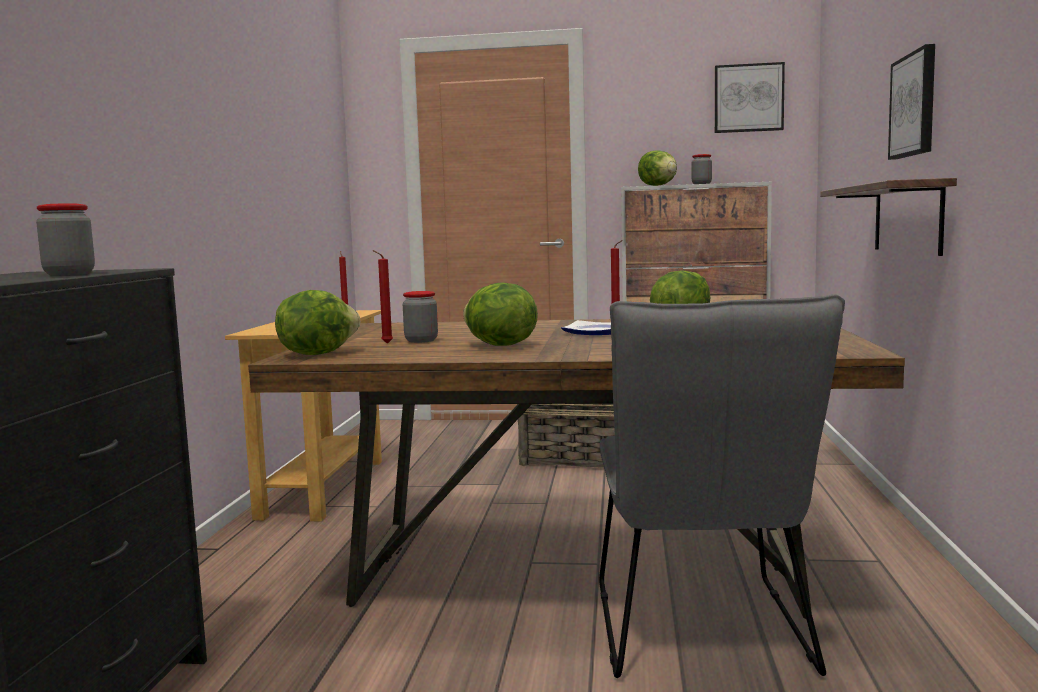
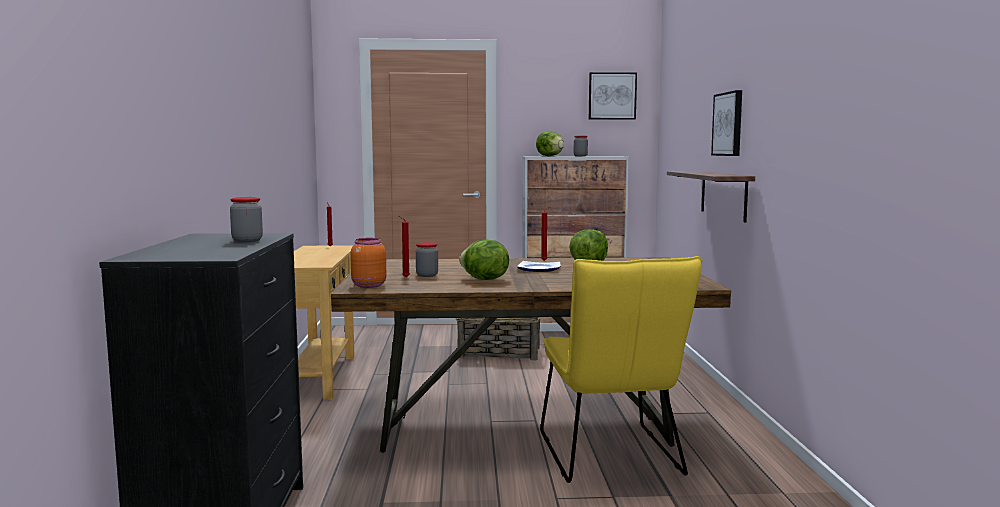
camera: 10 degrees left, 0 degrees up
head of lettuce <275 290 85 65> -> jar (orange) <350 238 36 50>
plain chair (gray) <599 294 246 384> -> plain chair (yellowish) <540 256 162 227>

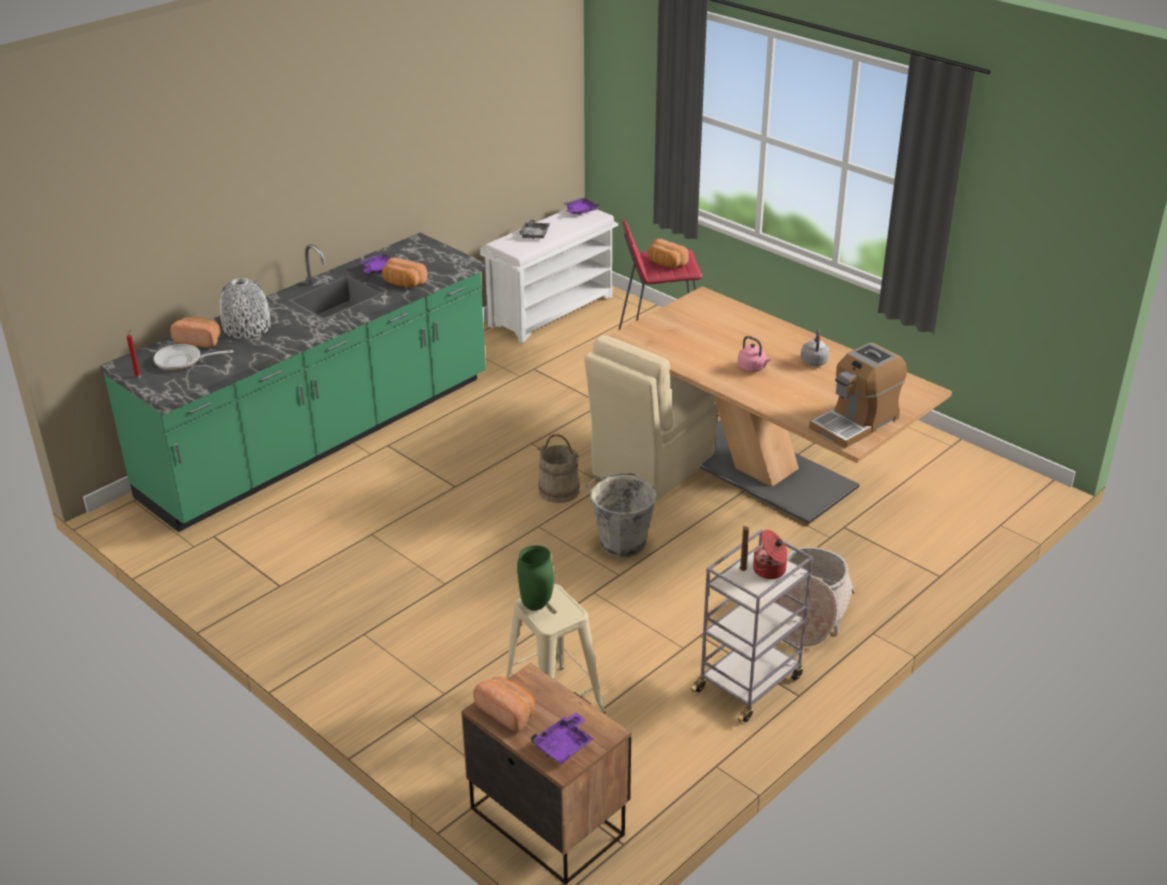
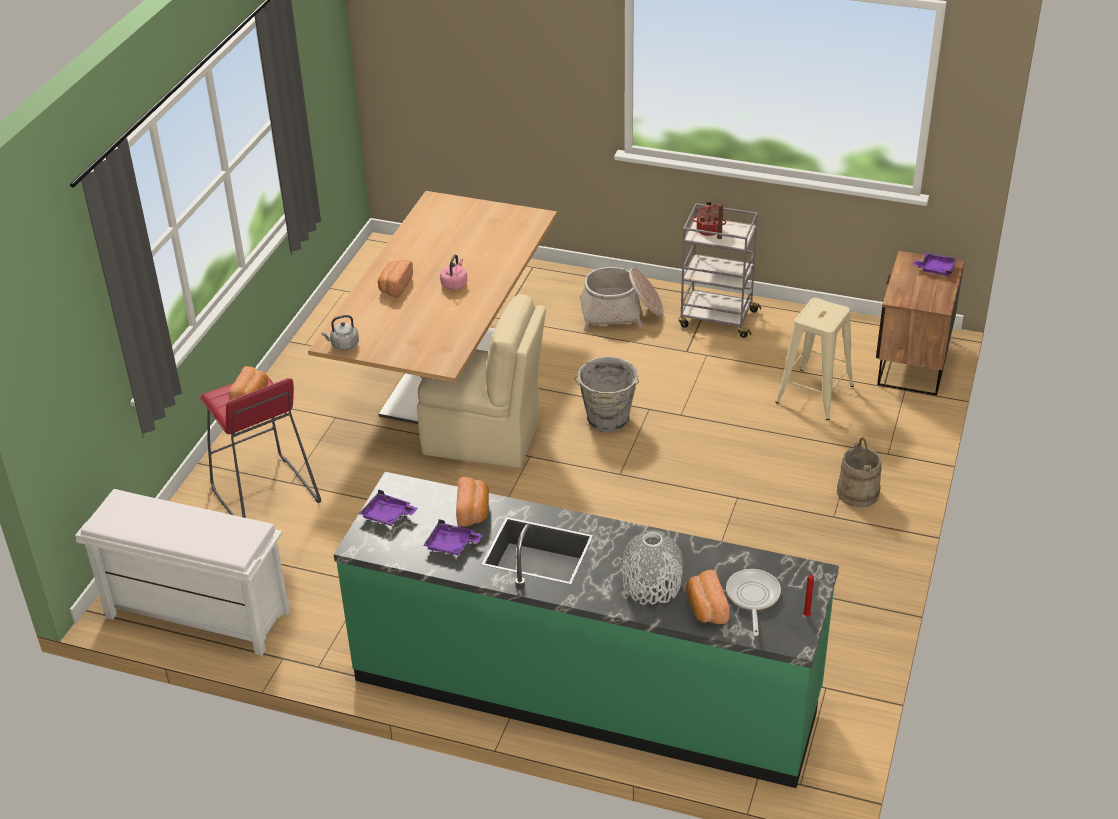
camera: 115 degrees left, 5 degrees up
tea kettle (gray) <800 329 30 37> -> tea kettle (gray) <321 315 38 35>, move
carrying tray (purple-coloured) <563 197 36 18> -> carrying tray (purple-coloured) <359 489 59 37>, move
bakery bread <473 676 62 55> -> bakery bread <378 260 35 38>, move
frying pan <154 344 79 26> -> frying pan <726 569 55 67>, 150 degrees counterclockwise
water bucket (sand-coloured) <538 434 42 69> -> water bucket (sand-coloured) <837 437 45 70>, move
vase (green) <517 545 37 66> -> none
carrying tray (gray) <519 219 31 20> -> none
coffee maker <809 343 98 105> -> none

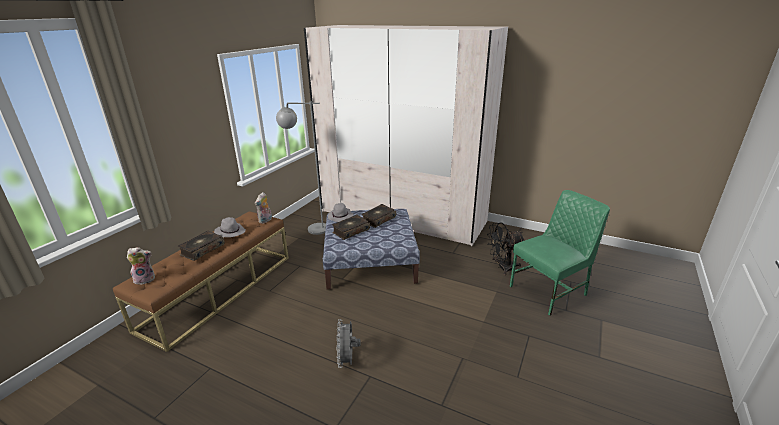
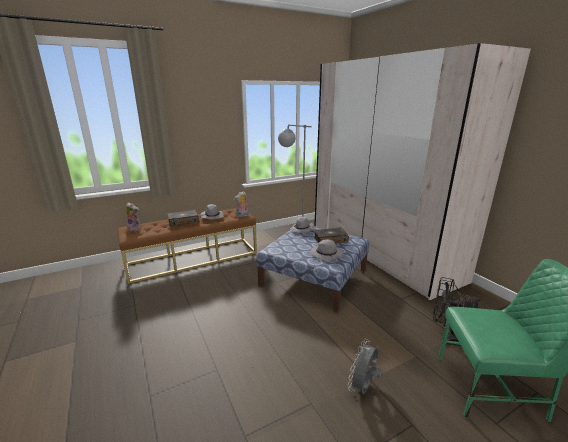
camera: 35 degrees right, 5 degrees down
none -> hat (gray) <311 239 32 22>
cooling fan (gray) <336 319 25 49> -> cooling fan (gray) <348 339 35 55>, move
volume <332 215 38 25> -> none

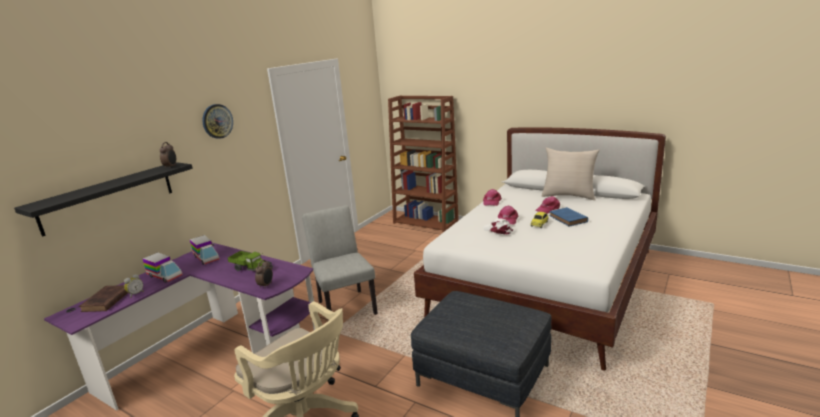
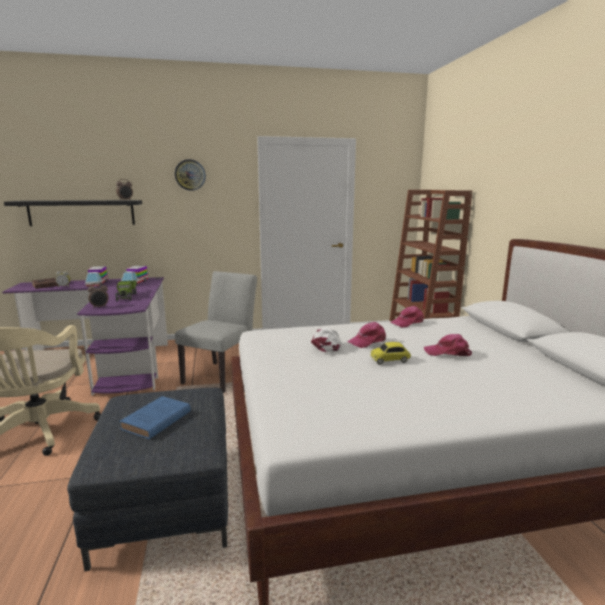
camera: 45 degrees right, 5 degrees down
volume (bluish) <550 208 38 18> -> volume (bluish) <119 396 72 43>, move
cushion (sand-coloured) <542 148 58 52> -> none

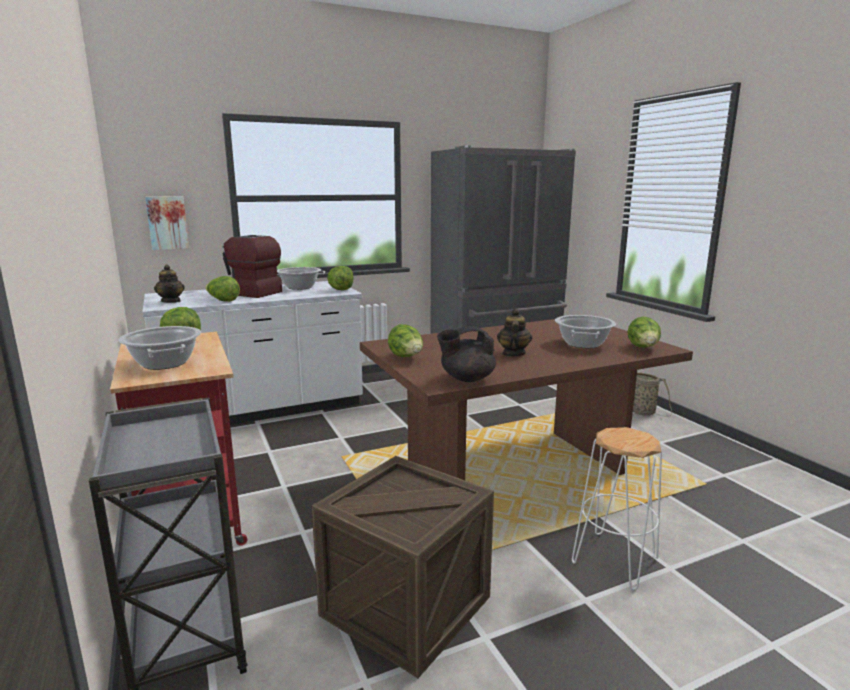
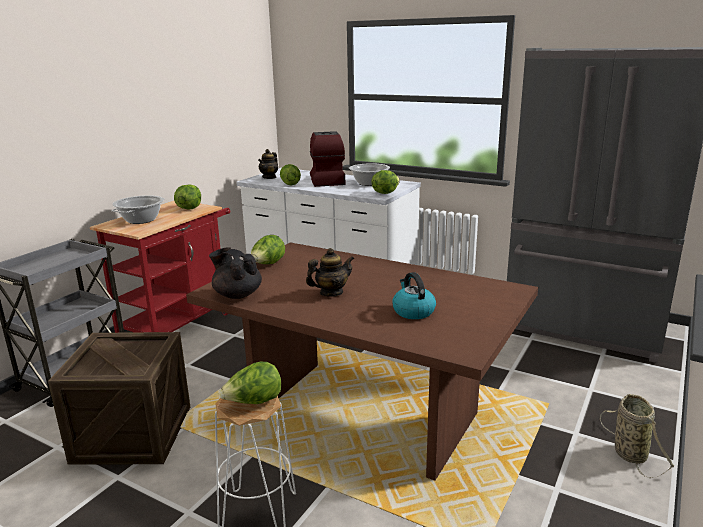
camera: 55 degrees right, 5 degrees up
head of lettuce <627 317 34 31> -> head of lettuce <219 362 62 42>, move
stockpot <555 315 61 33> -> tea kettle <392 272 44 47>
wall picture <145 196 44 54> -> none

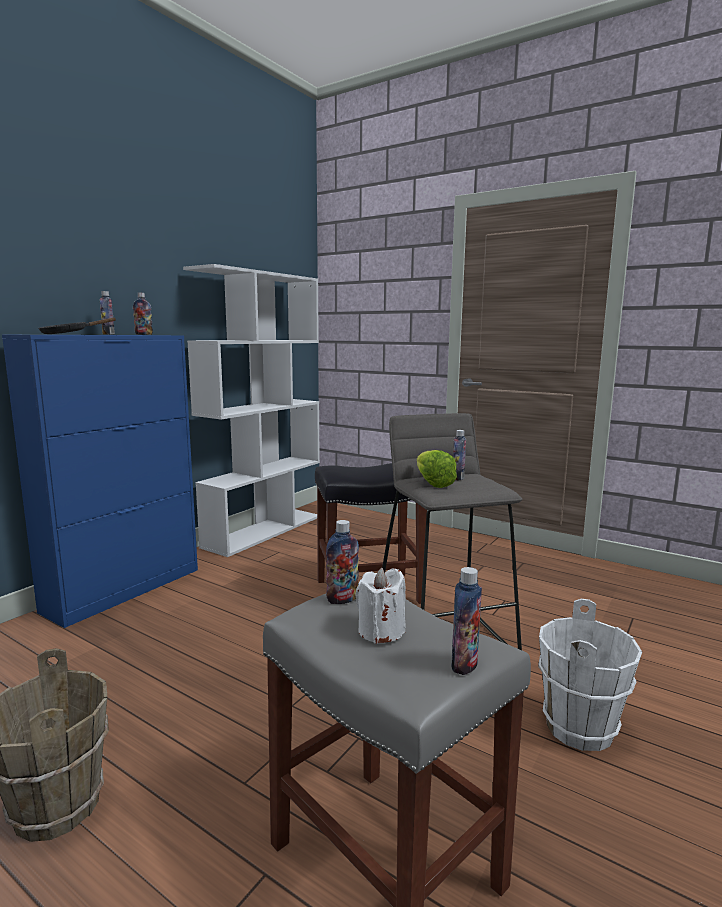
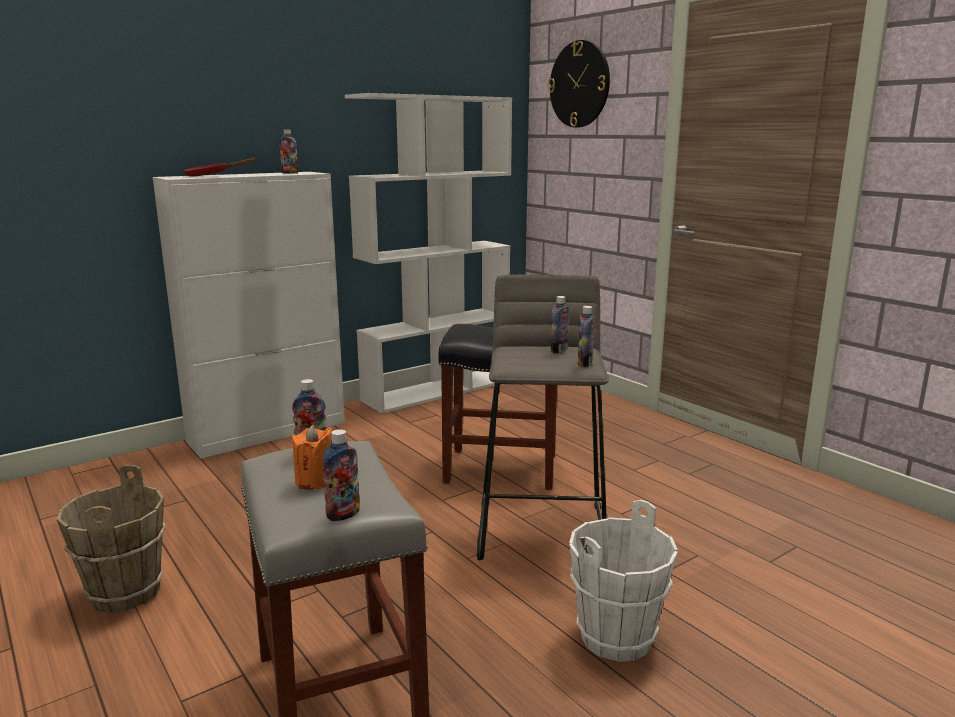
camera: 20 degrees right, 5 degrees up
cupboard (bluish) <2 335 196 293> -> cupboard (white) <153 172 192 287>
frying pan (blackish) <38 318 78 16> -> frying pan (red-coloured) <183 157 74 20>
candle (white) <355 568 51 76> -> candle (orange) <292 424 41 65>
none -> wall clock <548 40 62 88>
beverage bottle <100 291 15 44> -> beverage bottle <578 306 16 61>, move
head of lettuce <417 450 40 38> -> none

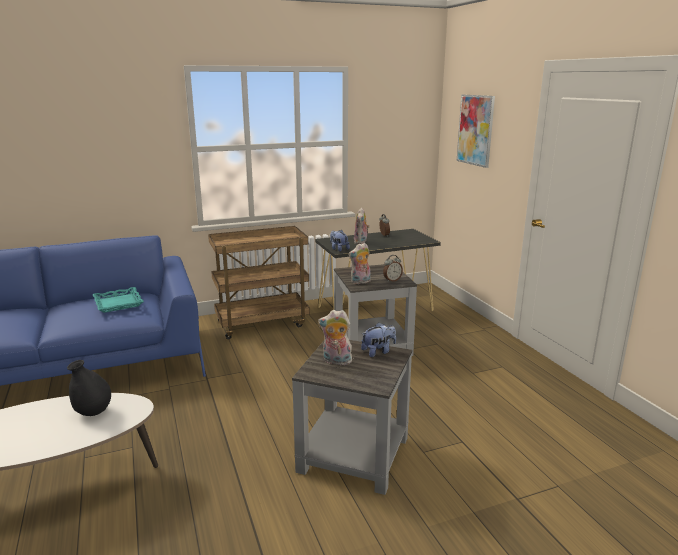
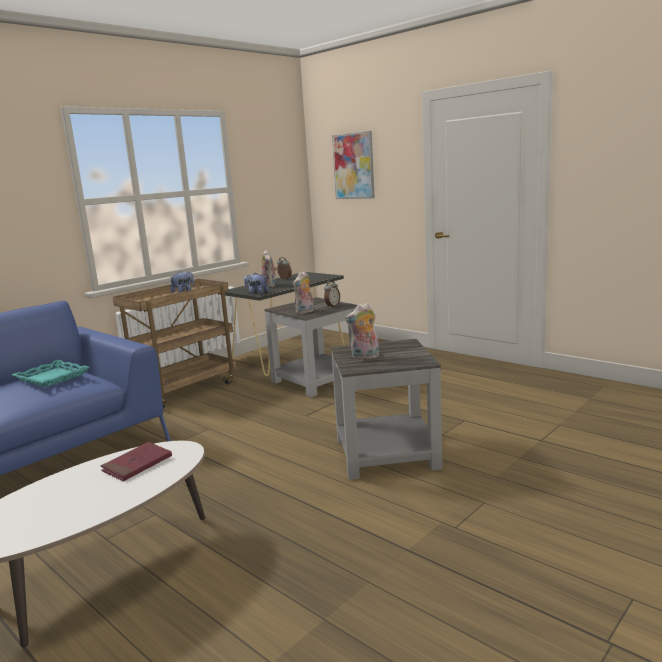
camera: 25 degrees left, 5 degrees down
vase (blackish) <67 360 44 56> -> volume (red-coloured) <101 442 71 39>
soft toy <361 322 35 35> -> soft toy <170 271 25 22>, move

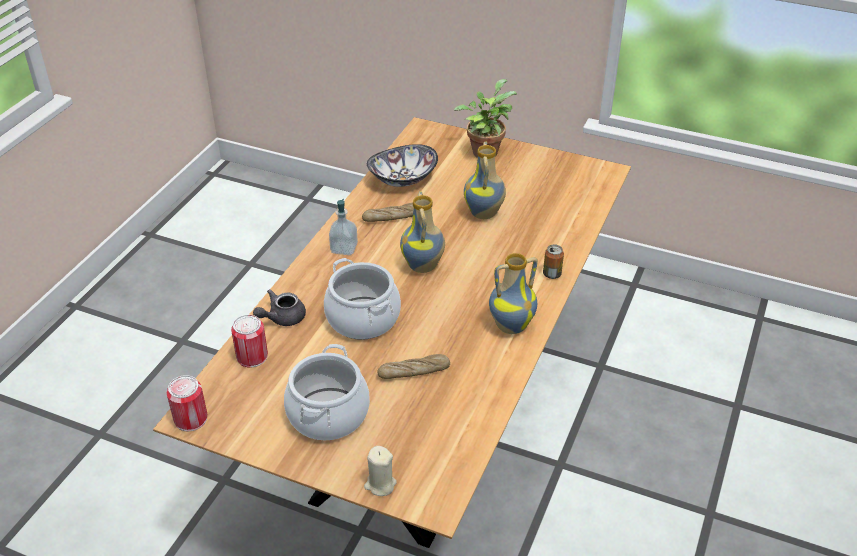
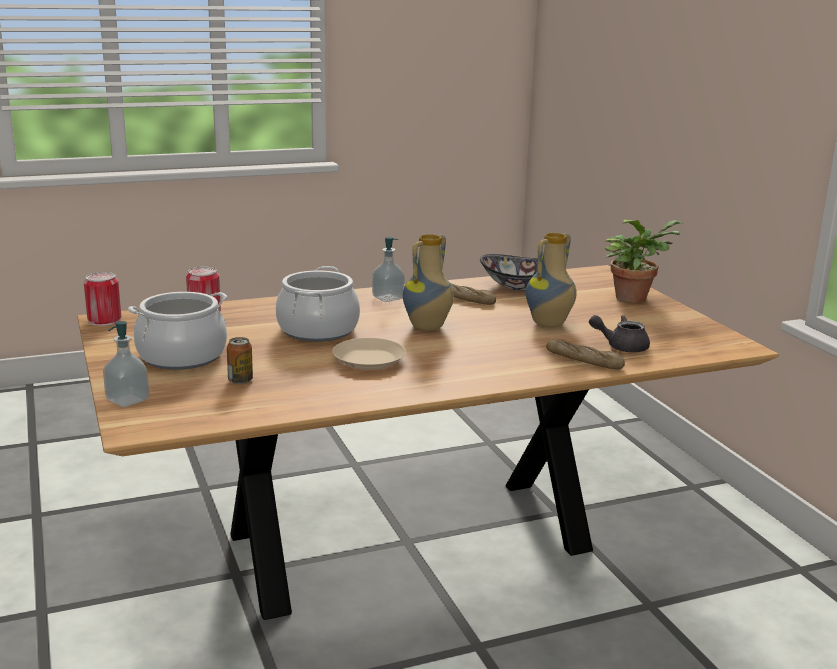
camera: 45 degrees right, 20 degrees down
candle (sand-coloured) <364 446 33 50> -> soap dispenser <103 321 46 86>
can <543 244 21 35> -> can <227 337 26 47>, move
none -> flat dish (sand-coloured) <332 338 74 32>
bakery bread <377 354 73 25> -> bakery bread <546 339 79 30>, move
teapot (gray) <253 289 53 37> -> teapot (gray) <589 315 61 38>, move
vase <489 253 49 81> -> none

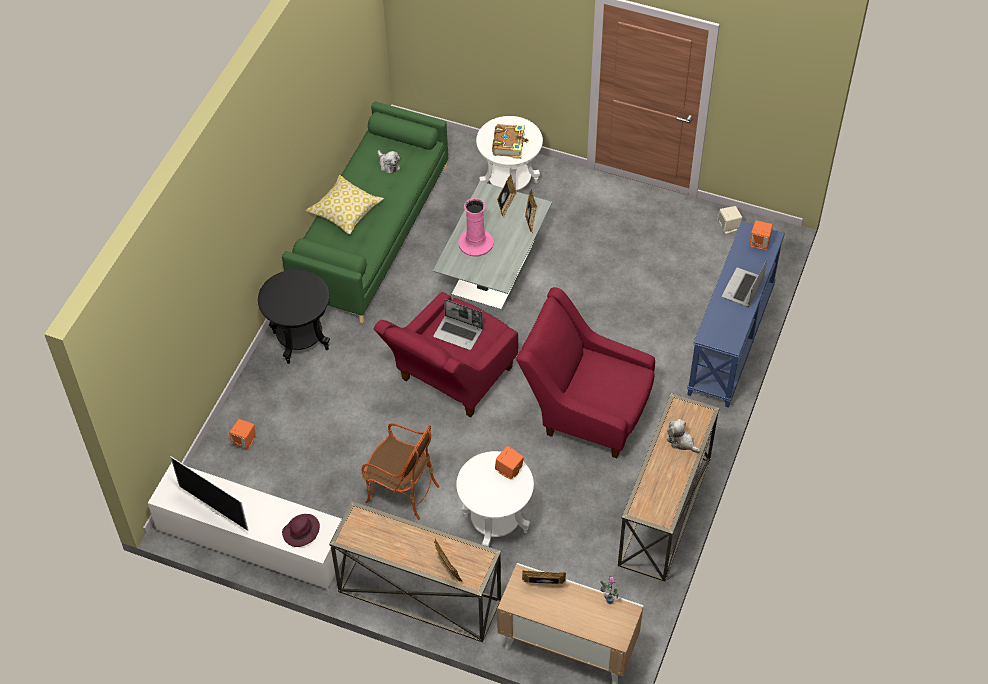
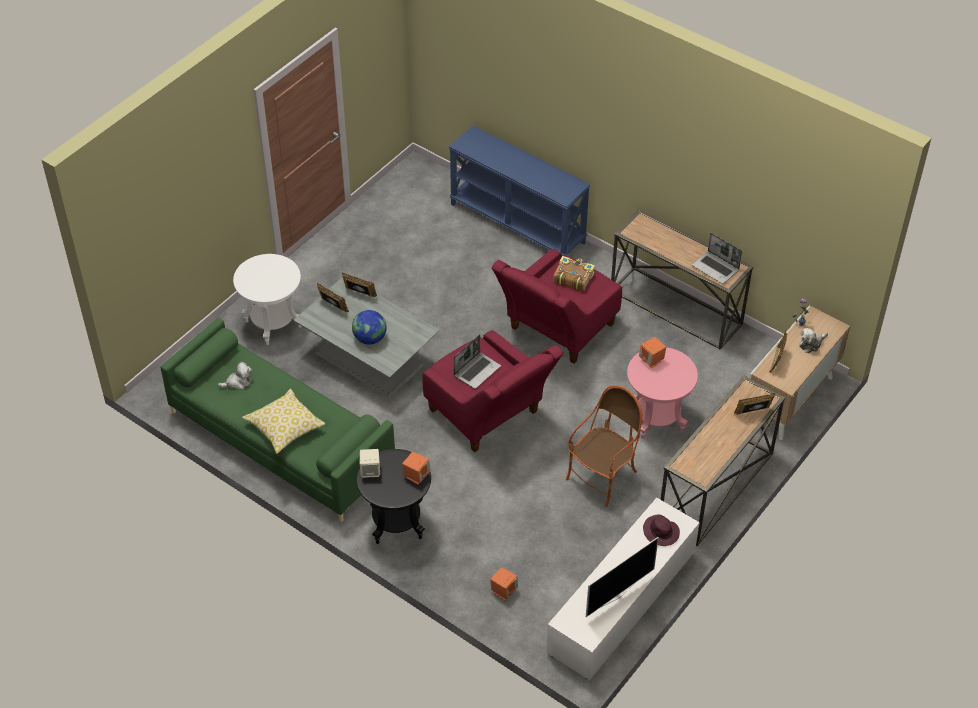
camera: 75 degrees left, 5 degrees down
vase (pink-coloured) <458 198 36 58> -> world globe <352 310 35 35>
loudspeaker (sand-coloured) <717 206 25 28> -> loudspeaker (sand-coloured) <360 449 20 29>, move
loudspeaker (orange) <749 220 24 30> -> loudspeaker (orange) <402 452 28 32>, move
volume <492 124 37 35> -> volume <553 256 42 35>, move
side table (white) <456 451 78 96> -> side table (pink-coloured) <627 347 71 92>
notebook computer <722 260 45 47> -> notebook computer <692 233 50 51>, move
soft toy <667 419 33 34> -> soft toy <799 328 29 25>, move

